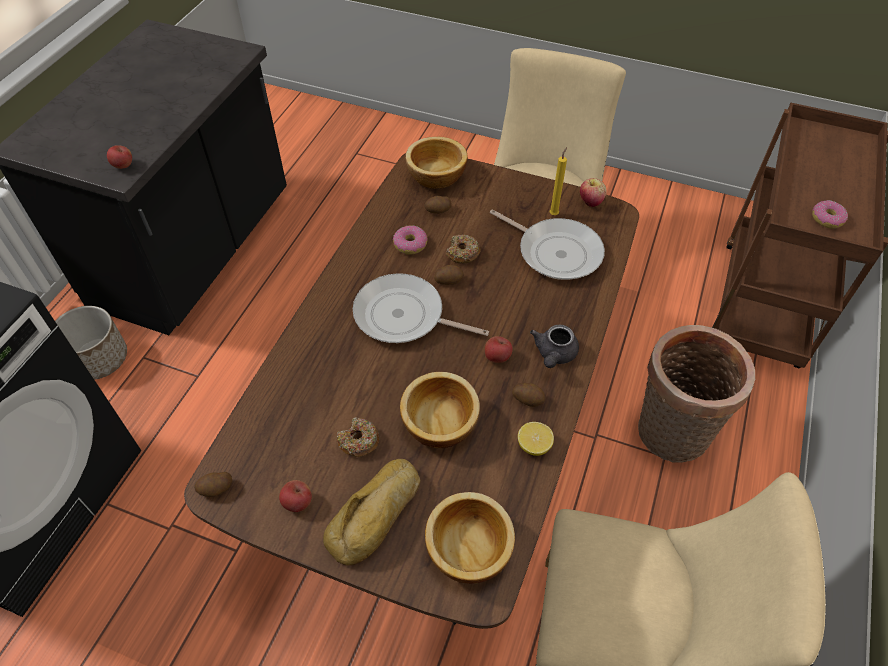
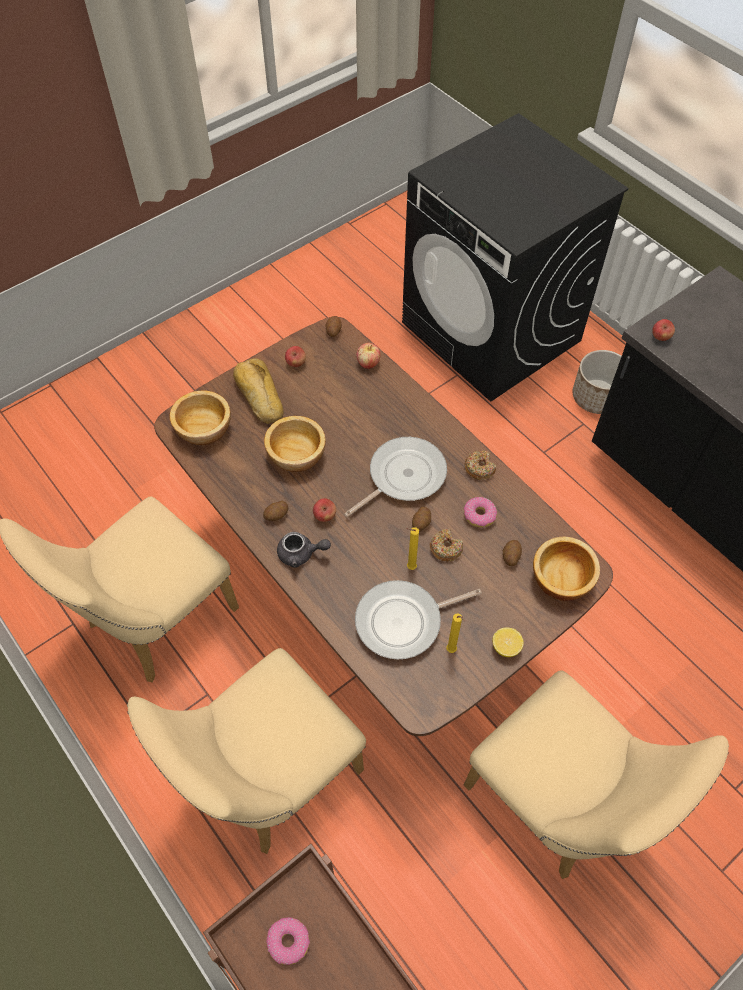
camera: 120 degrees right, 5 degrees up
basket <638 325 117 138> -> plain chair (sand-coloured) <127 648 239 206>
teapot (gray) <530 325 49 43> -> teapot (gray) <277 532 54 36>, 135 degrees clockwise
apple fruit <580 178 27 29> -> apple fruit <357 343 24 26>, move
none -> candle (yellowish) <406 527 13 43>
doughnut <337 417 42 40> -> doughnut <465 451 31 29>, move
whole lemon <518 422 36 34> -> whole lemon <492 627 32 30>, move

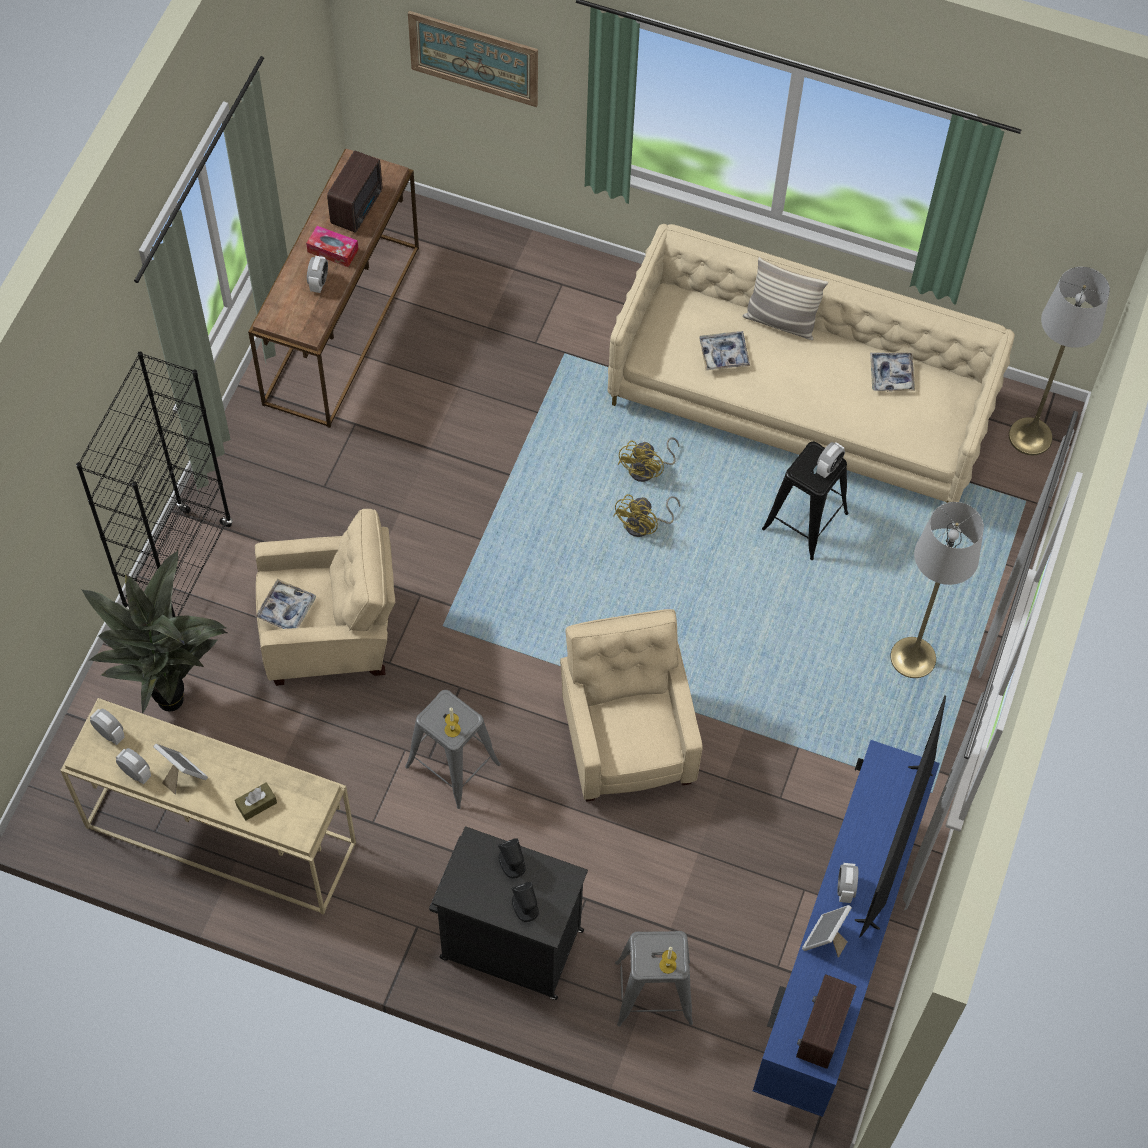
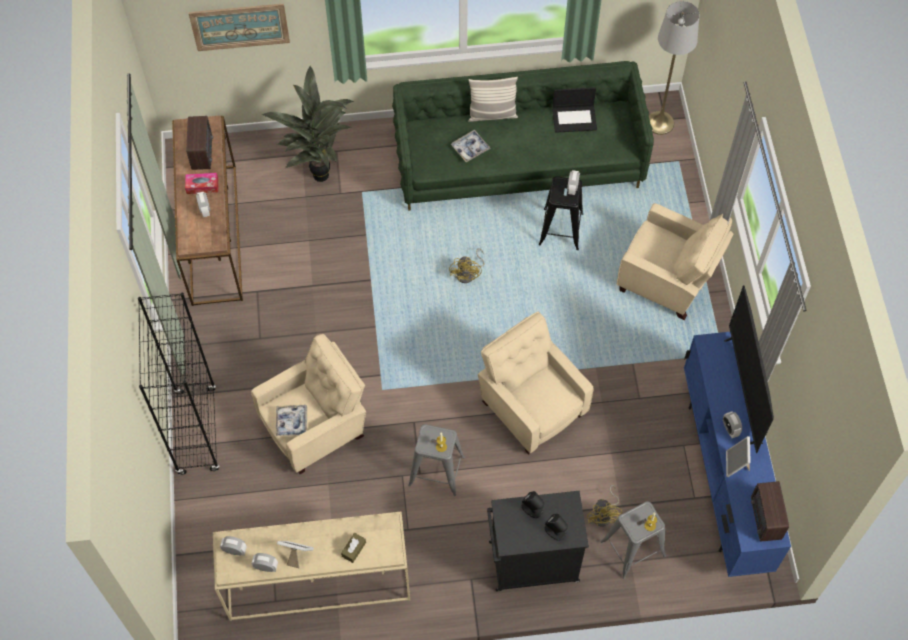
camera: 25 degrees left, 0 degrees up
potted plant <82 551 145 163> -> potted plant <261 66 93 116>, move
settee (sand-coloured) <608 224 407 279> -> settee (green) <392 61 262 150>
carrying tray <870 353 45 38> -> notebook computer <552 87 45 46>
cooling fan (yellowish) <618 437 61 45> -> cooling fan (yellowish) <587 485 35 41>, move
standard lamp (gray) <890 502 94 176> -> armchair (sand-coloured) <617 203 116 117>

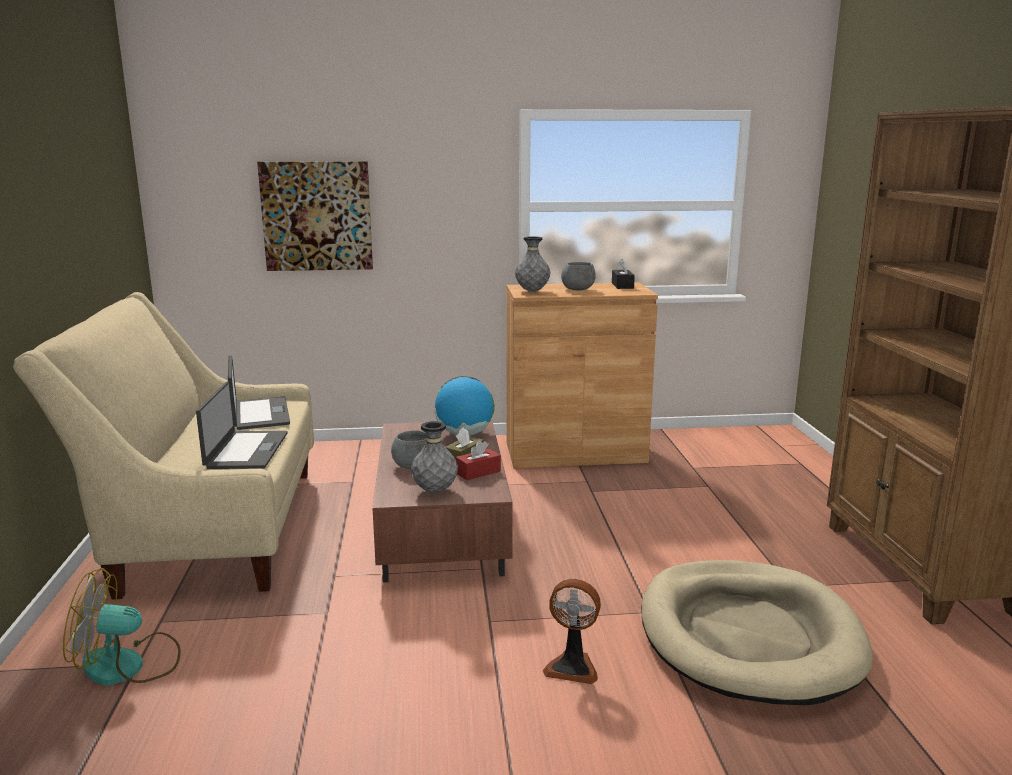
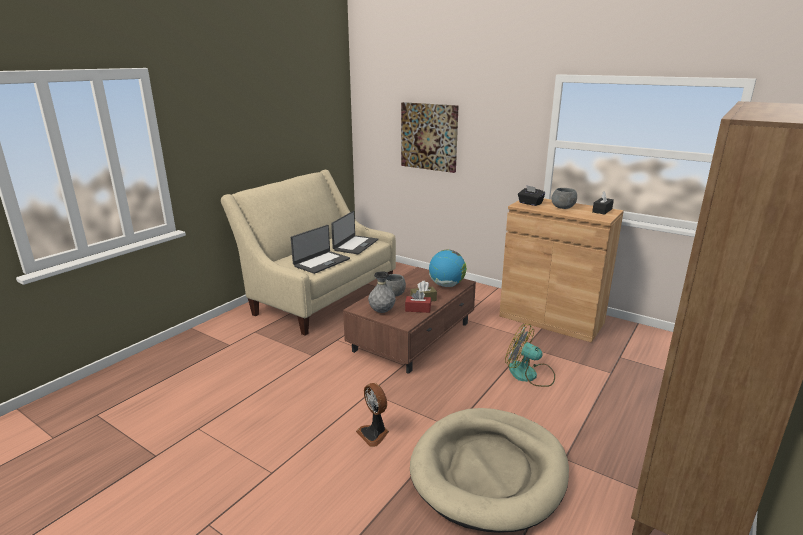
camera: 40 degrees right, 5 degrees up
cooling fan <63 568 118 118> -> cooling fan <505 324 50 63>, move
vase (gray) <515 236 35 56> -> box of tissues (blackish) <518 185 27 21>

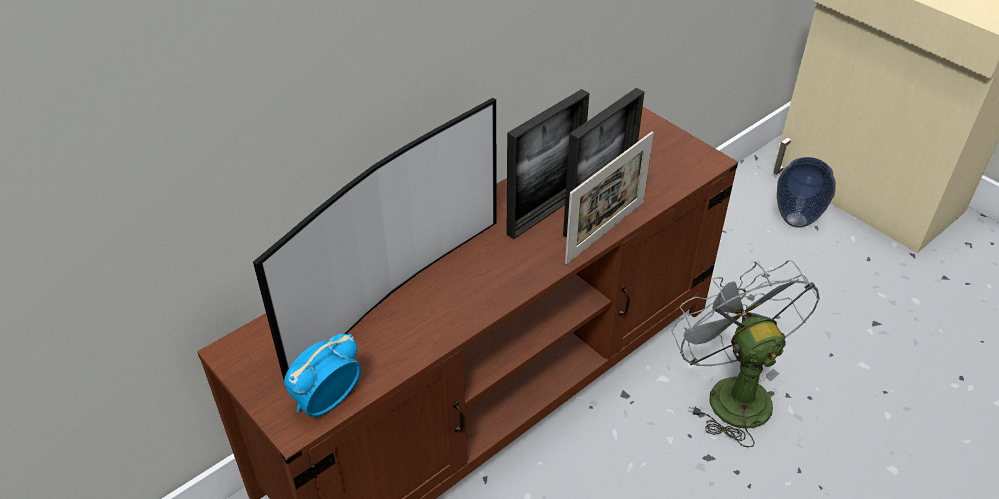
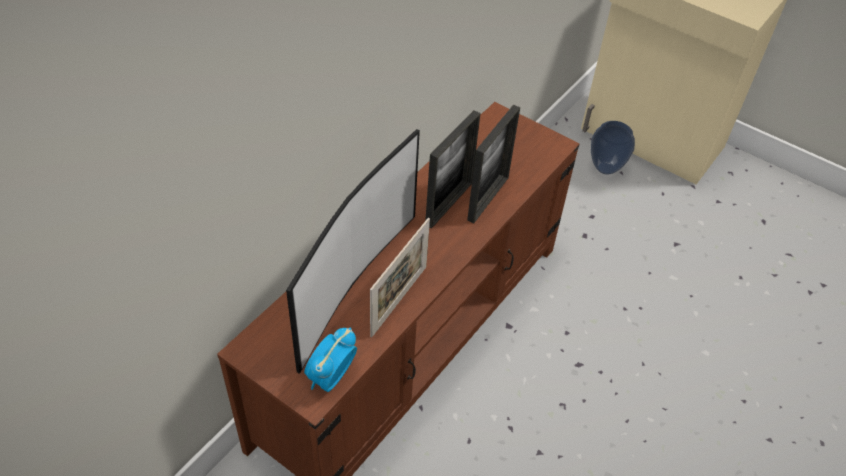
camera: 15 degrees left, 5 degrees up
picture frame <565 132 89 132> -> picture frame <370 218 60 119>, move
cooling fan (gray) <672 260 148 187> -> none

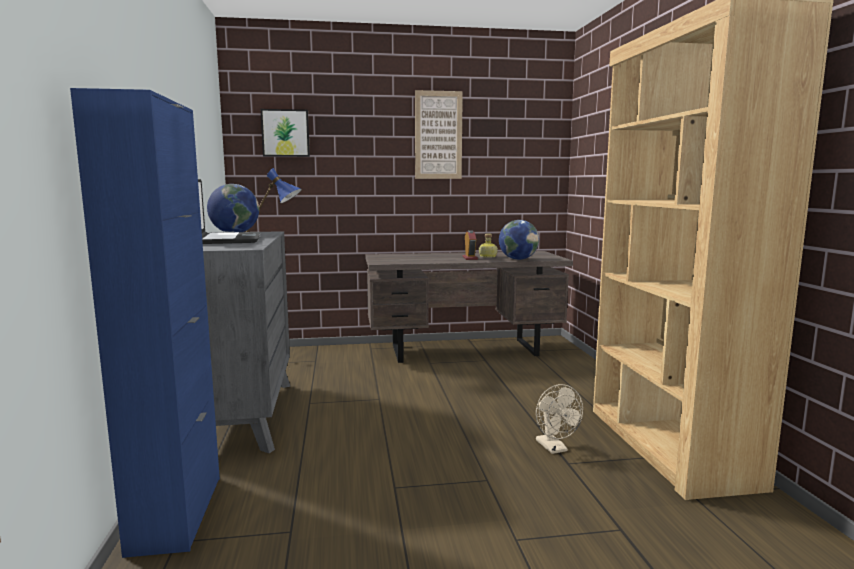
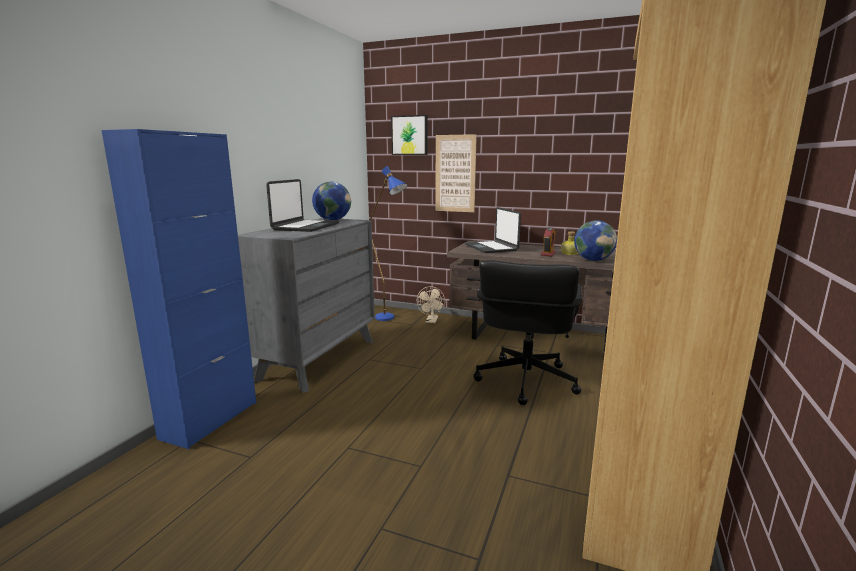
camera: 30 degrees right, 5 degrees up
cooling fan (sand-coloured) <536 384 47 70> -> cooling fan (sand-coloured) <417 286 28 37>, move
wall picture <415 90 48 89> -> wall picture <435 134 42 78>, move
none -> notebook computer <465 207 56 46>
none -> desk chair (blackish) <473 260 109 145>

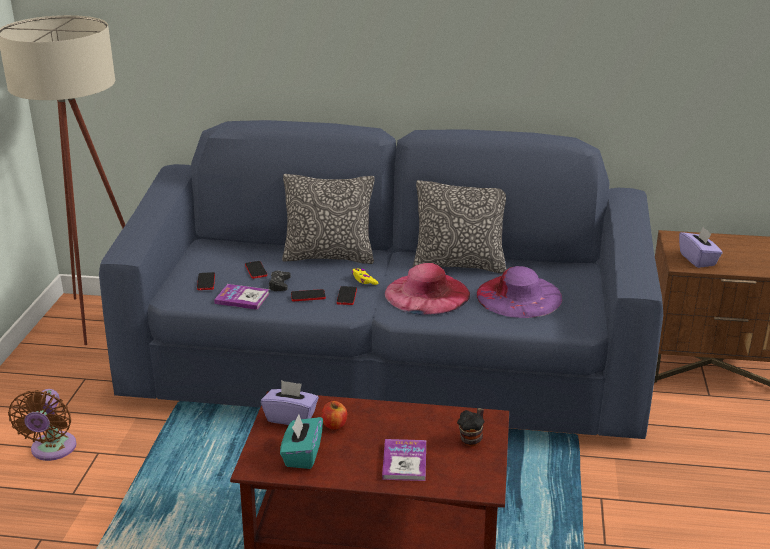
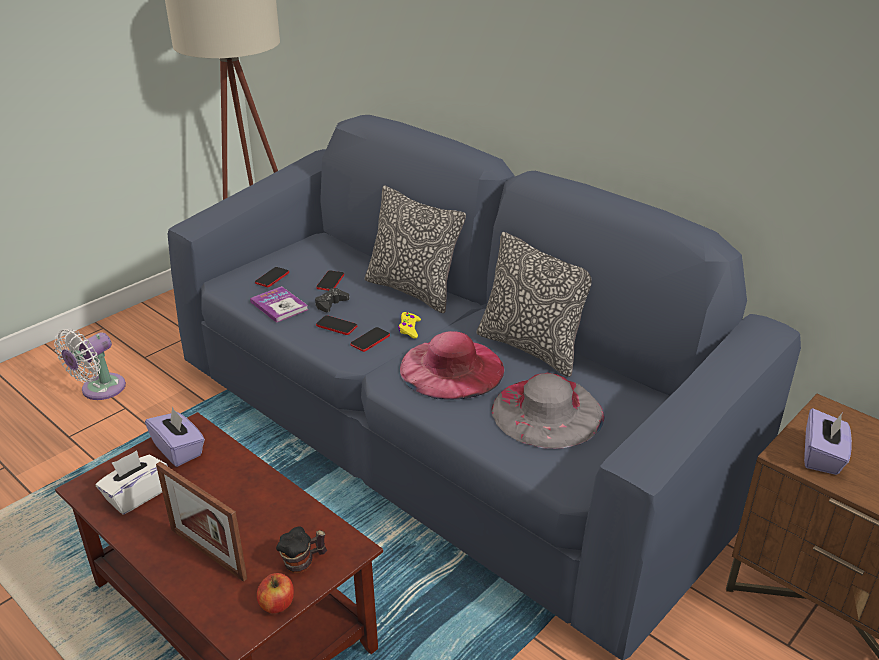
camera: 35 degrees right, 5 degrees up
cooling fan (brown) <8 389 69 72> -> cooling fan (white) <54 329 72 71>
box of tissues (blue-green) <280 414 43 55> -> box of tissues (white) <96 450 72 64>
volume <382 439 44 42> -> picture frame <156 462 91 120>
apple fruit <322 401 25 29> -> apple fruit <257 573 37 40>, move
hat (purple-coloured) <477 266 85 52> -> hat (gray) <492 373 113 76>

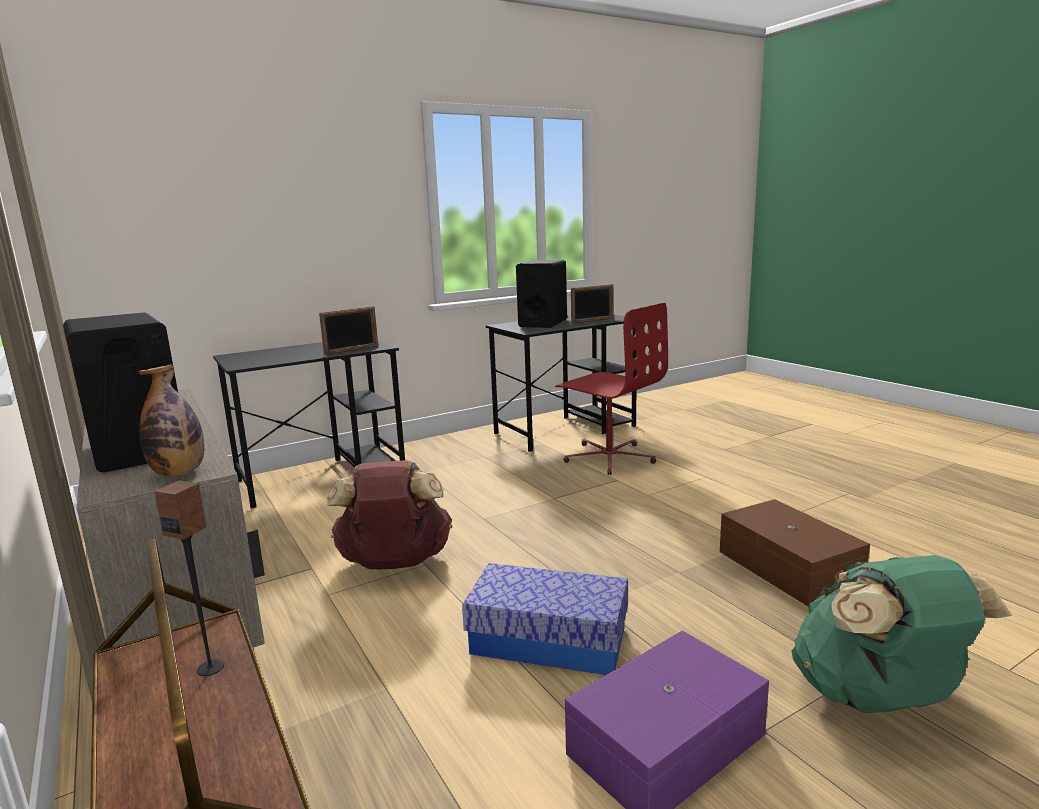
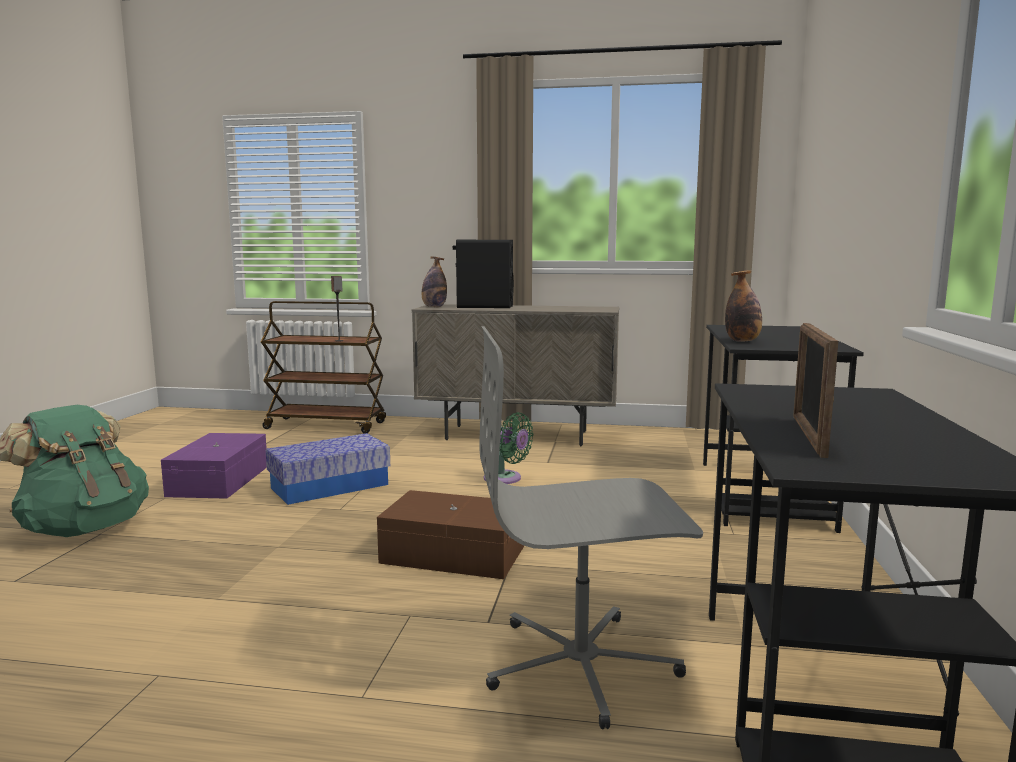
camera: 130 degrees right, 5 degrees down
storage bin (brown) <720 499 150 107> -> storage bin (brown) <377 490 147 89>, move
desk chair (red-coloured) <555 303 113 172> -> desk chair (gray) <480 326 223 403>
backpack (brown) <327 460 125 109> -> cooling fan (green) <484 412 49 72>
picture frame <319 306 59 49> -> beverage bottle <725 270 37 72>
loudspeaker (blackish) <516 260 51 68> -> none

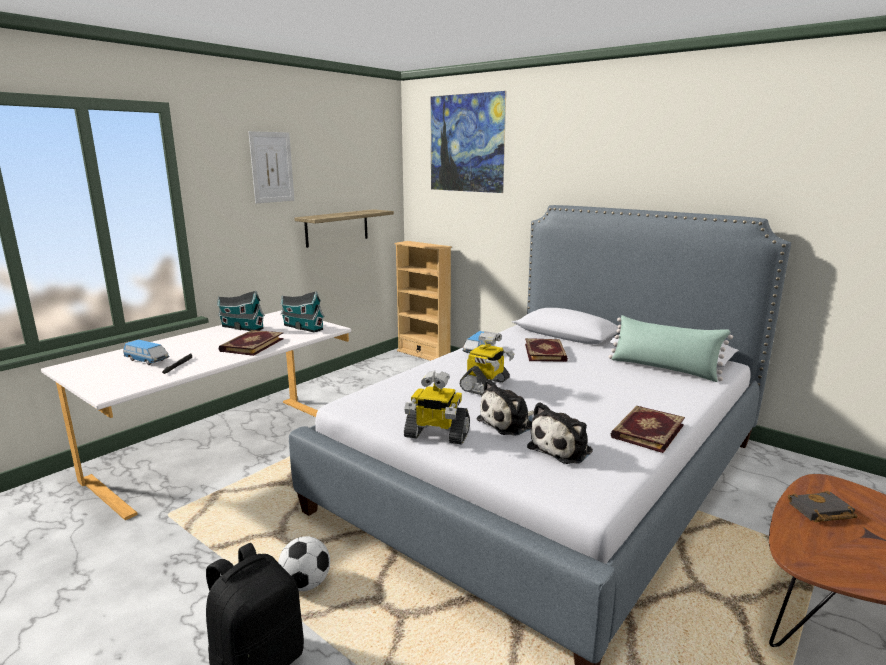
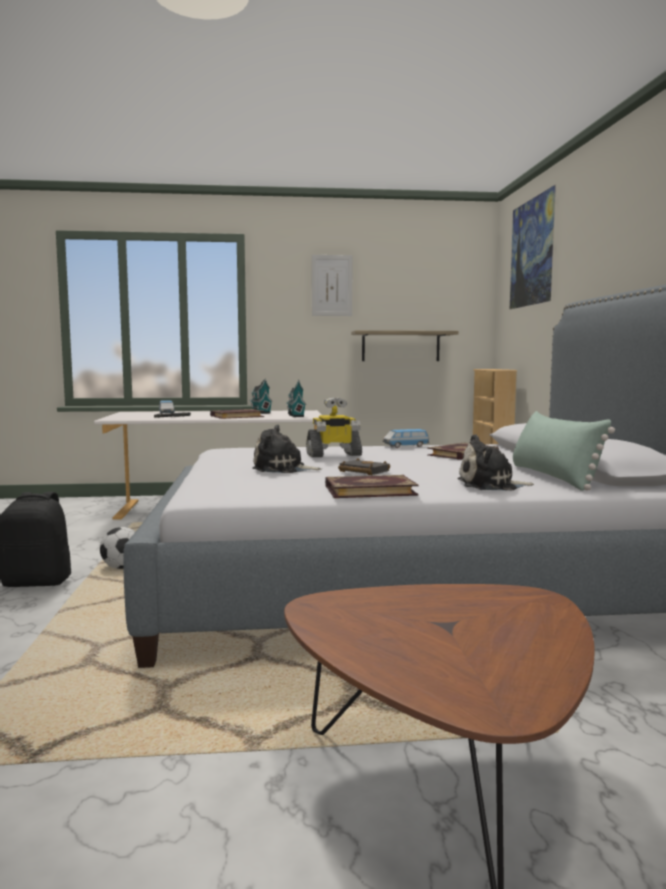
camera: 45 degrees right, 10 degrees down
volume (blackish) <788 491 69 31> -> volume (blackish) <338 458 52 17>, move
soft toy <527 402 66 62> -> soft toy <457 434 77 57>, move
model robot <404 371 66 74> -> none

